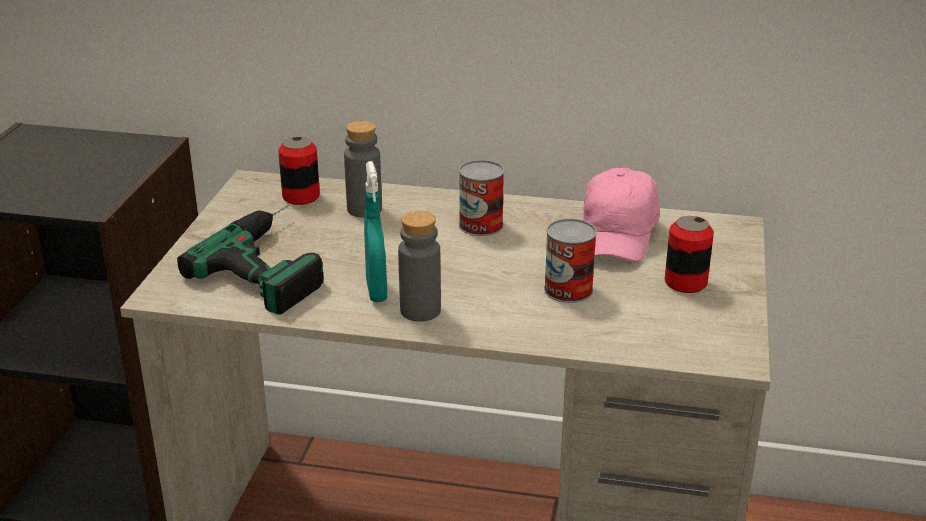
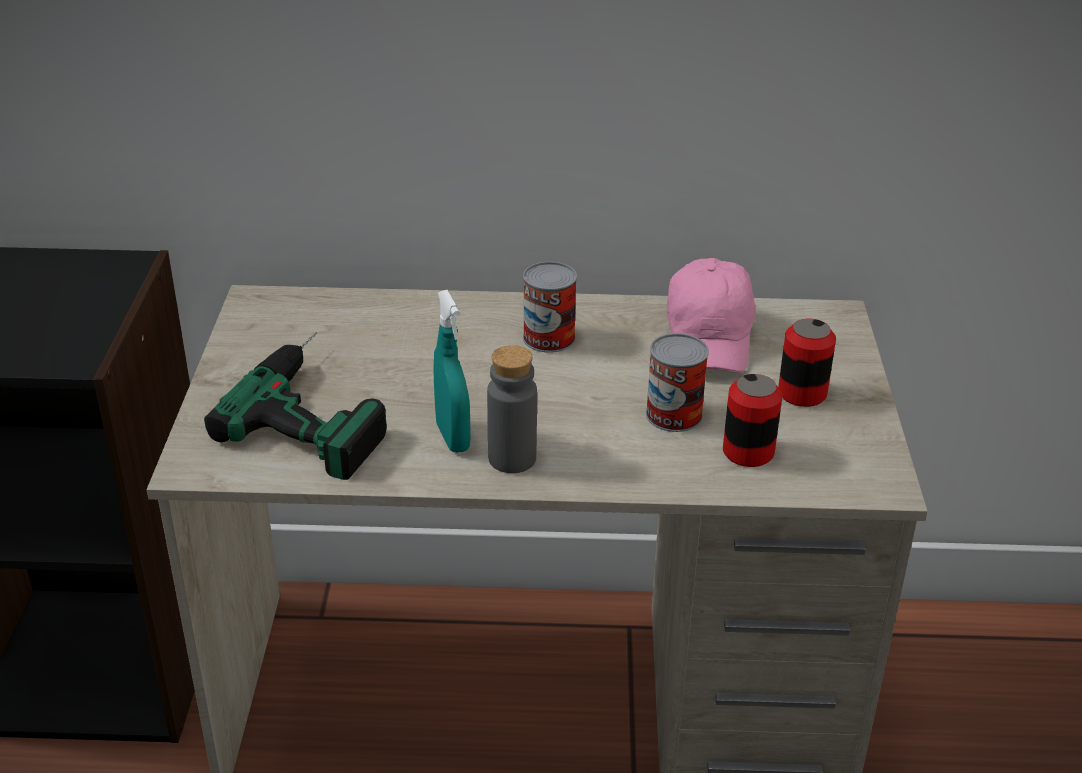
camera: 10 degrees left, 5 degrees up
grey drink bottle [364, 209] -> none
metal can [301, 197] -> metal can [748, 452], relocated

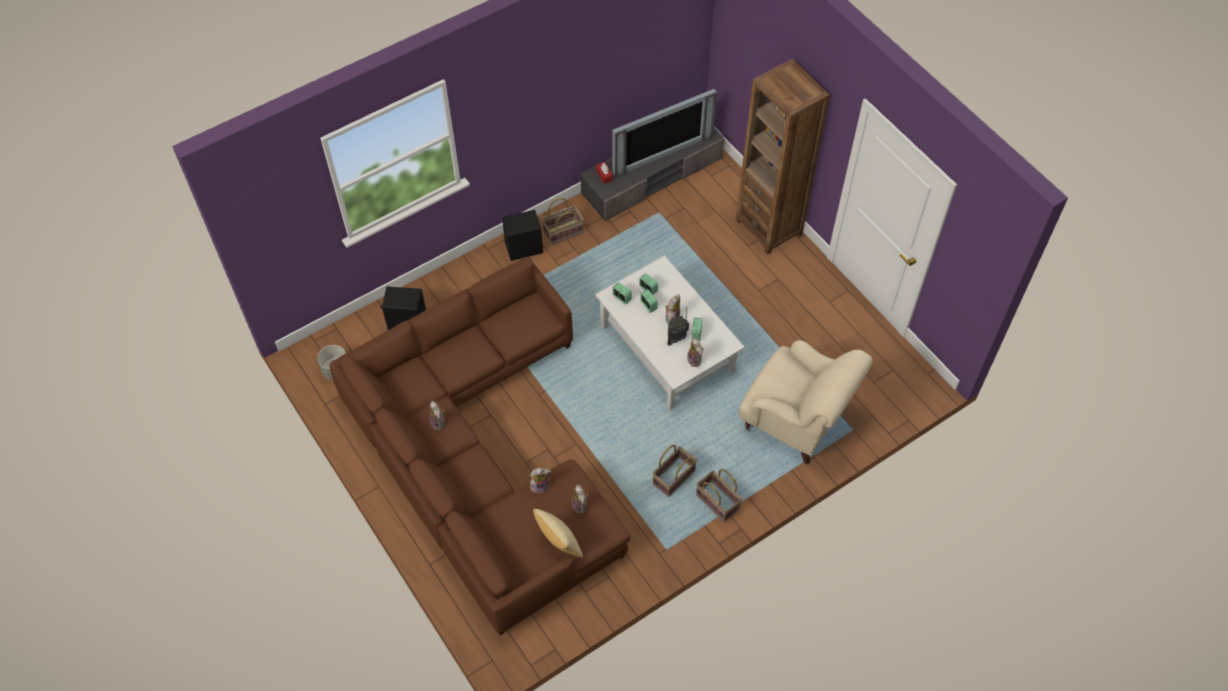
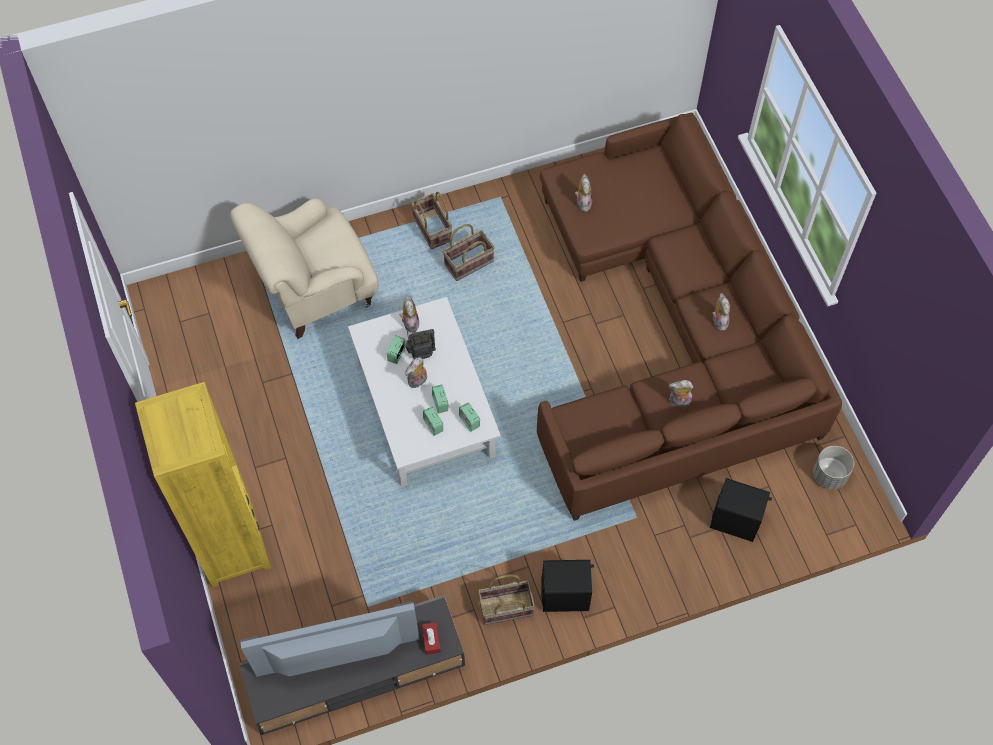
camera: 165 degrees left, 5 degrees up
cushion [558, 543] -> none
plush toy [540, 485] -> plush toy [679, 402], relocated
brownish bookcase [769, 227] -> yellow bookcase [232, 545]
beige easy chair [796, 421] -> beige easy chair [314, 291], 75 degrees counterclockwise

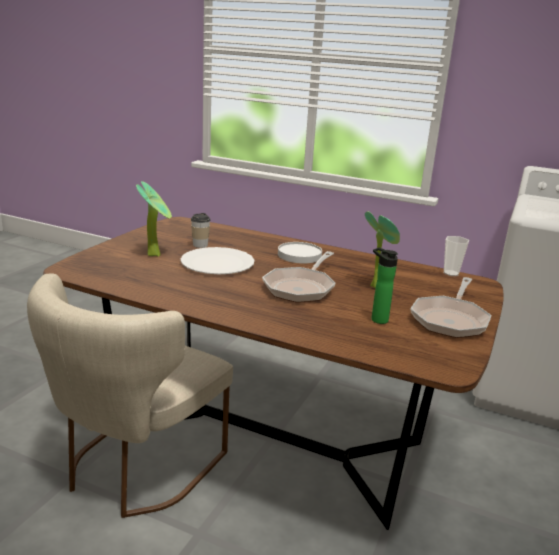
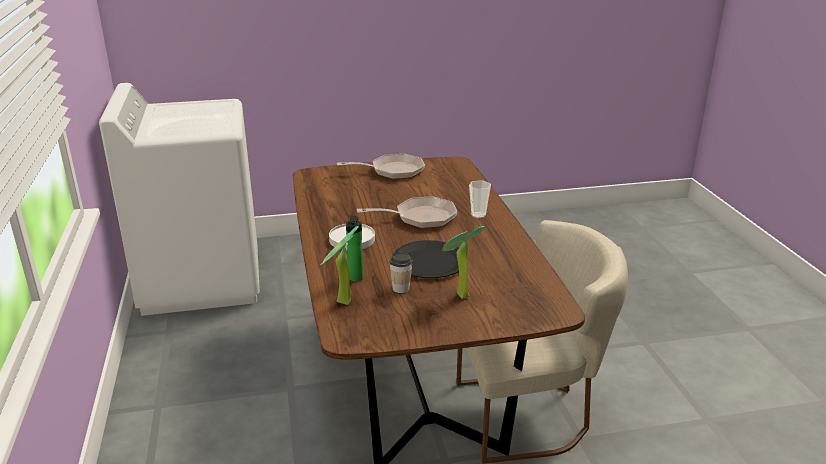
camera: 125 degrees left, 5 degrees up
potted plant [376, 285] -> potted plant [341, 303], relocated
drink bottle [377, 319] -> drink bottle [355, 279], relocated
drinking cup [451, 273] -> drinking cup [478, 215], relocated
white plate [217, 263] -> blackish plate [429, 261]

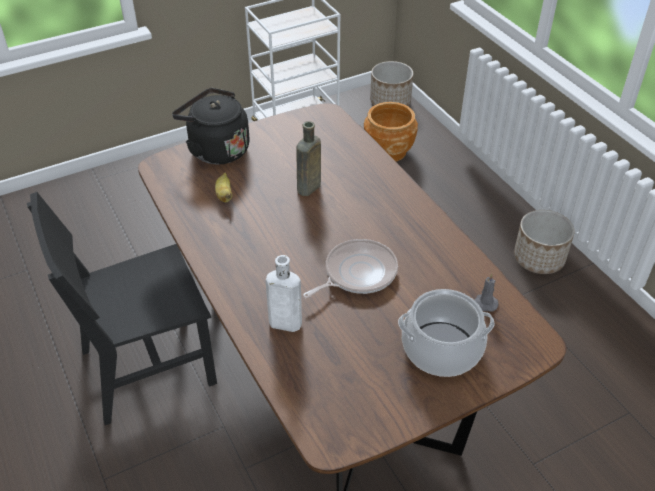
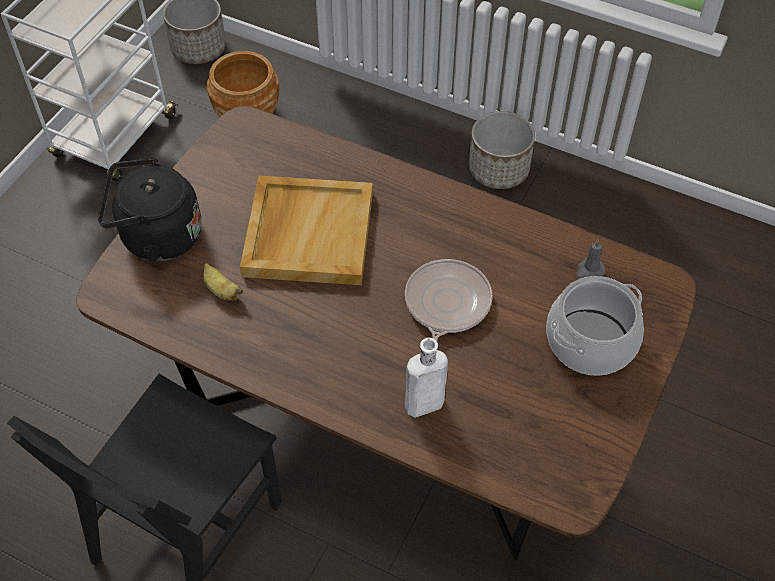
camera: 35 degrees left, 10 degrees up
brownish drink bottle [307, 189] -> beige serving tray [308, 233]

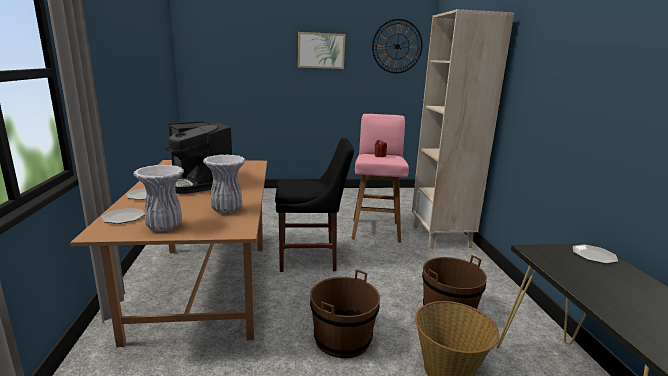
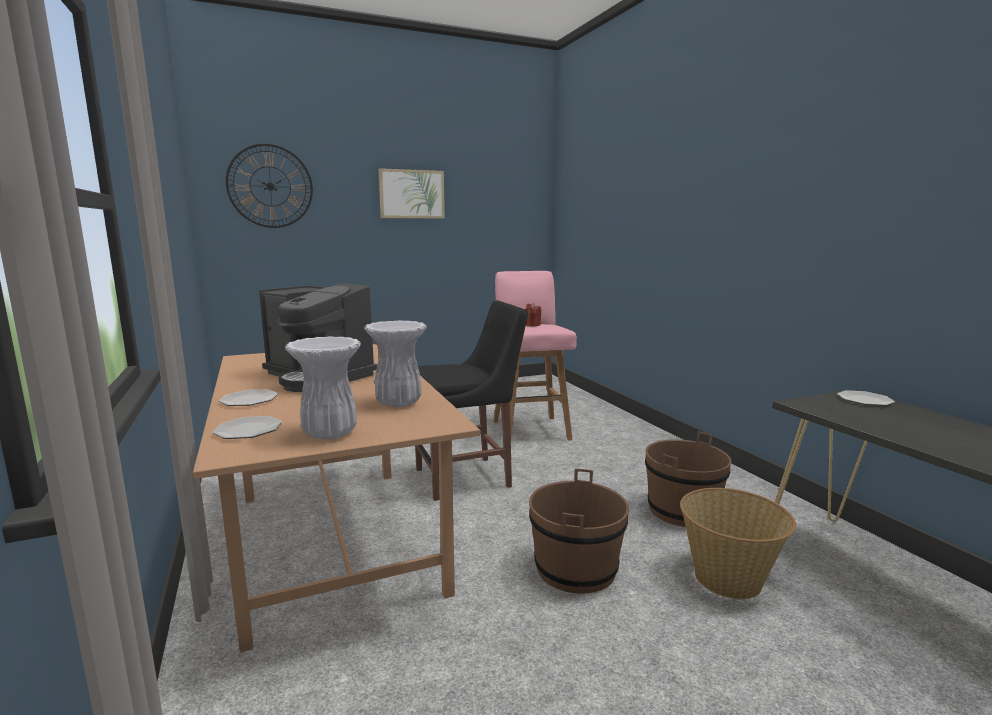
camera: 15 degrees left, 5 degrees down
beige bookcase [441, 237] -> none
wall clock [397, 46] -> wall clock [270, 186], relocated

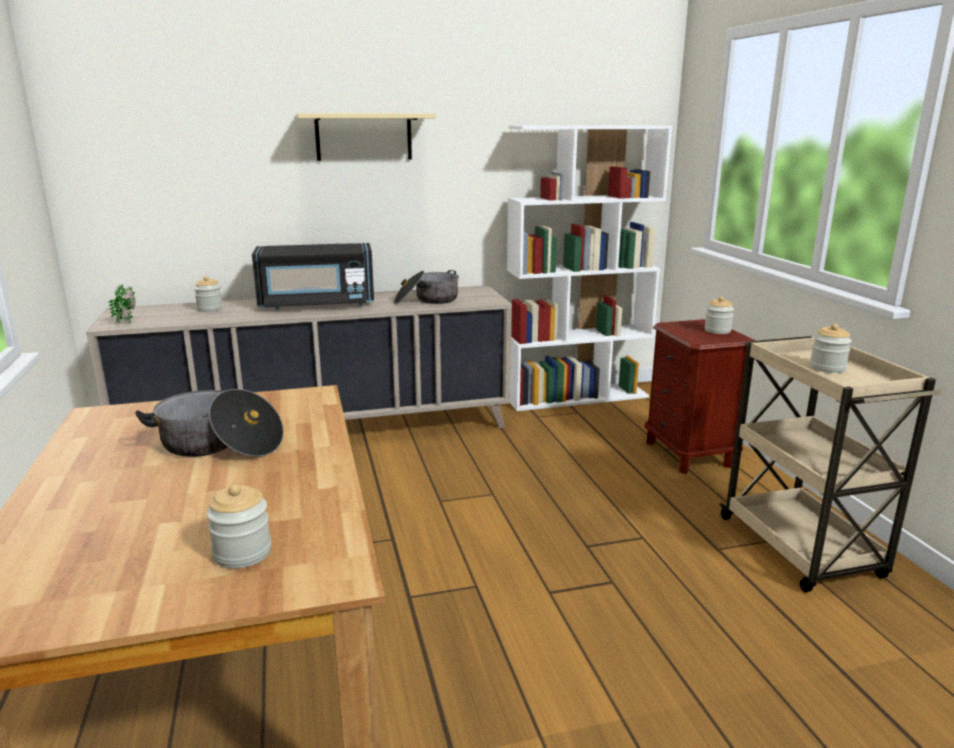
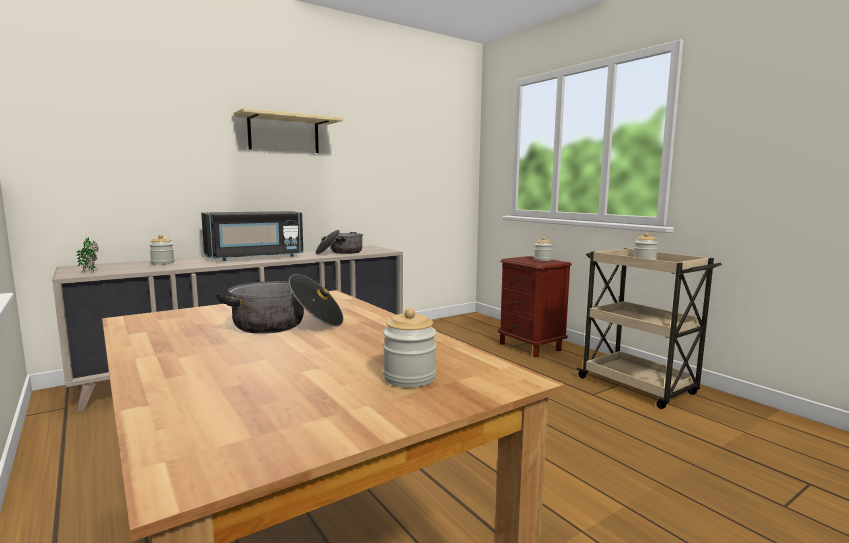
camera: 20 degrees left, 10 degrees down
white bookcase [577, 396] -> none

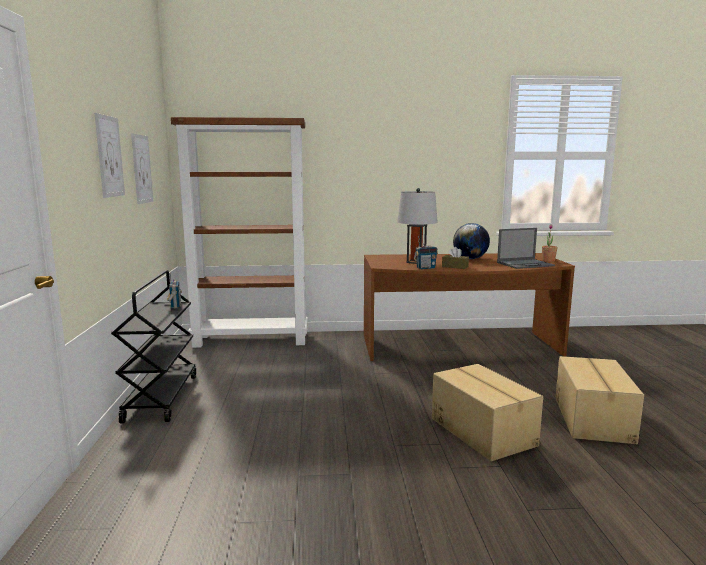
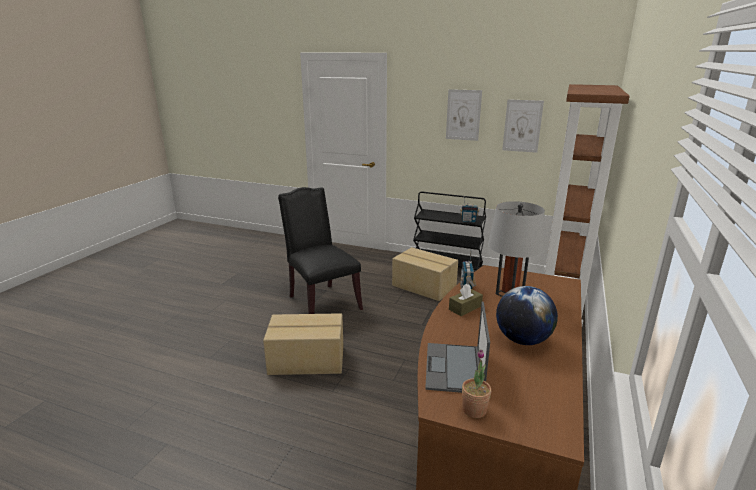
camera: 115 degrees right, 10 degrees up
none -> blackish upright chair [321, 302]
carton [594, 419] -> carton [423, 287], relocated

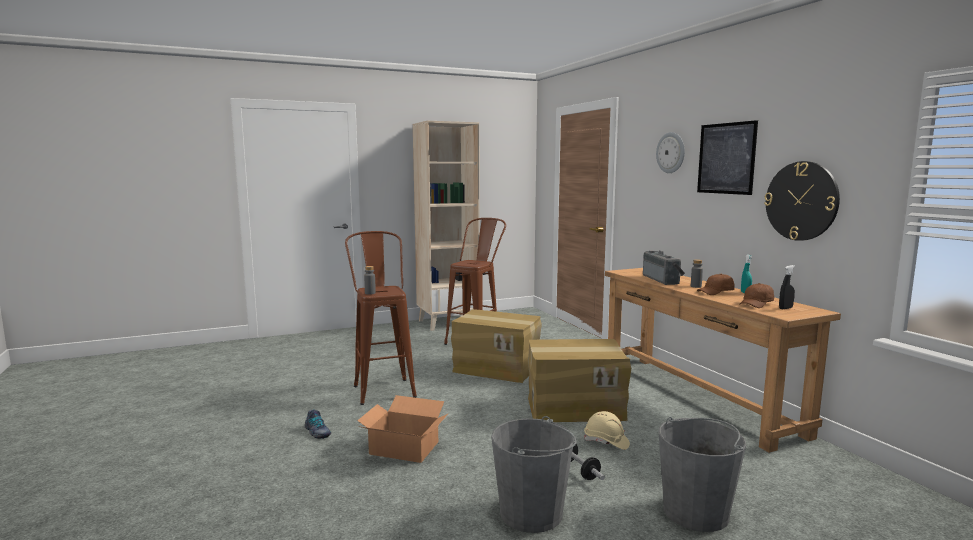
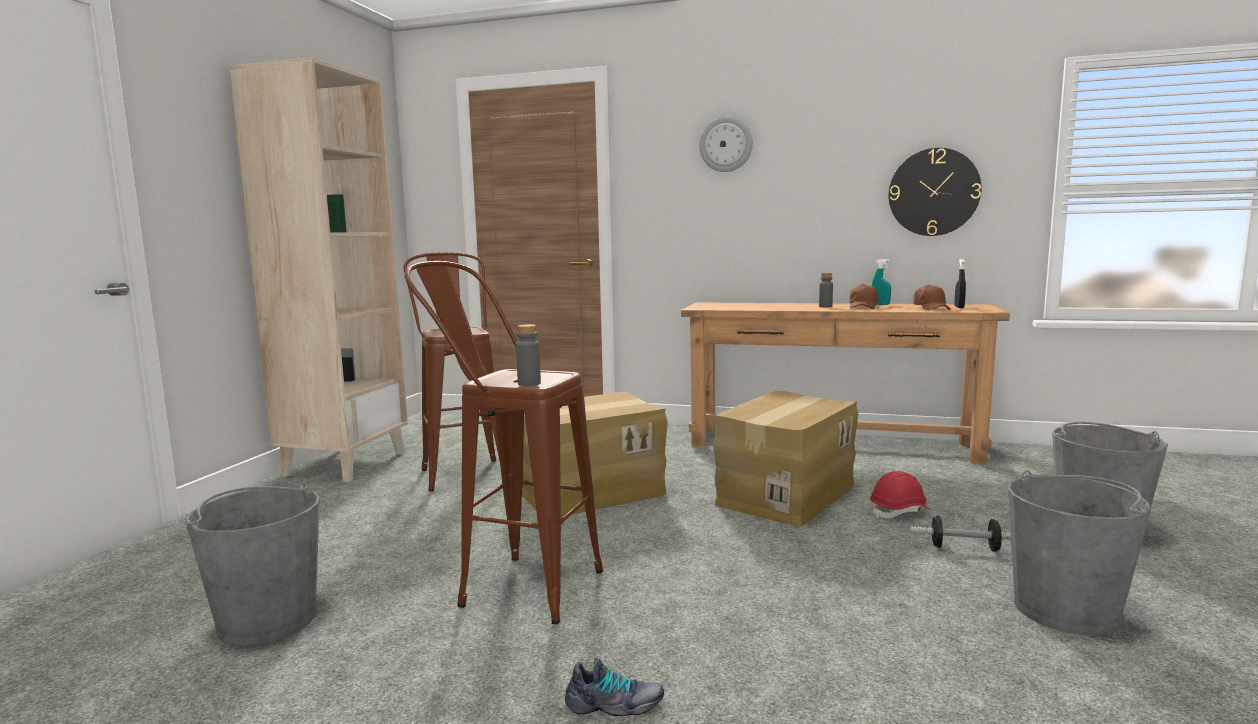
camera: 50 degrees left, 0 degrees up
carton [404, 448] -> none
radio receiver [663, 280] -> none
picture [726, 158] -> none
none -> grey bucket [267, 619]
beige hard hat [606, 442] -> reddish hard hat [900, 512]

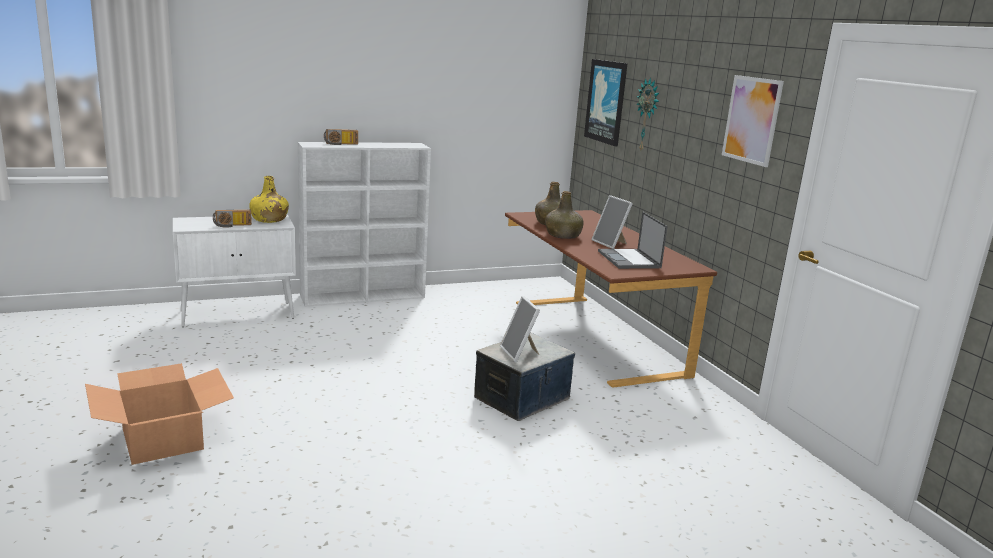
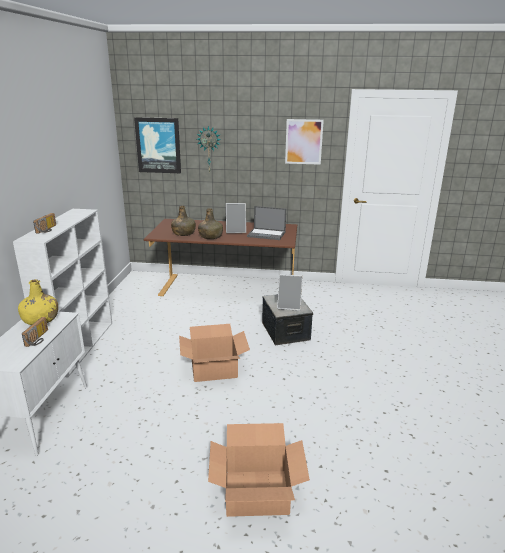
camera: 60 degrees left, 5 degrees up
none -> carton [213, 368]

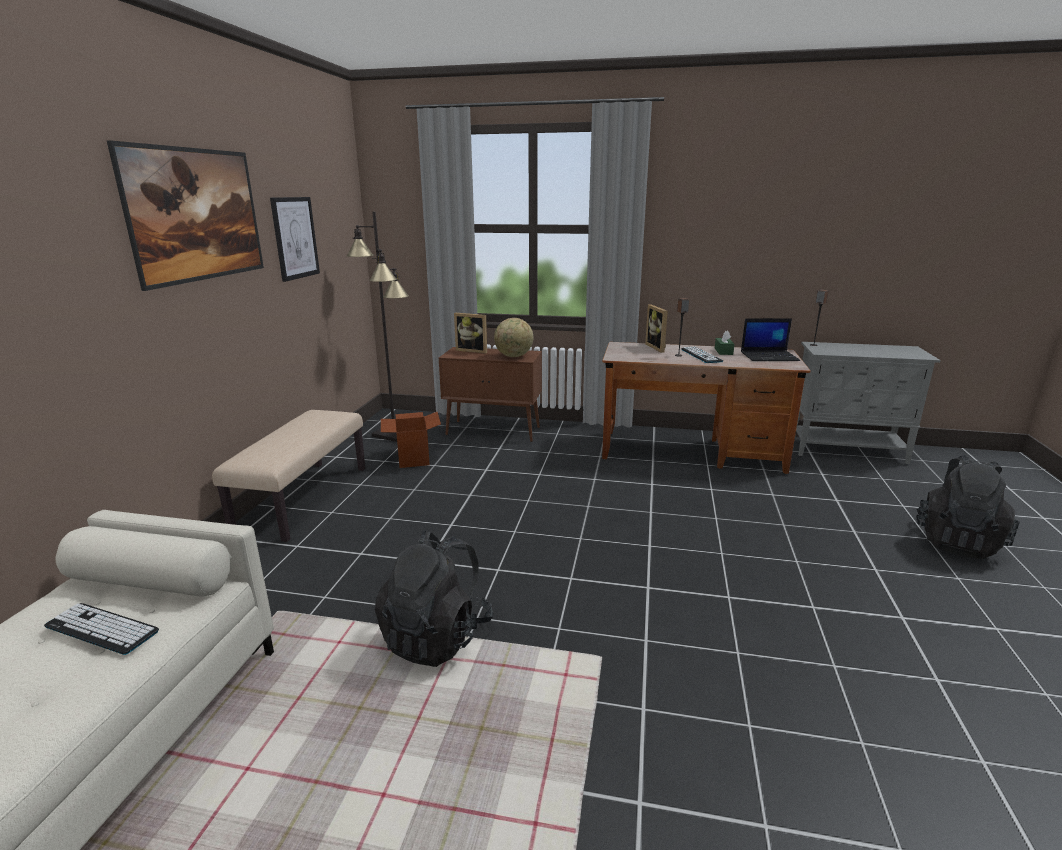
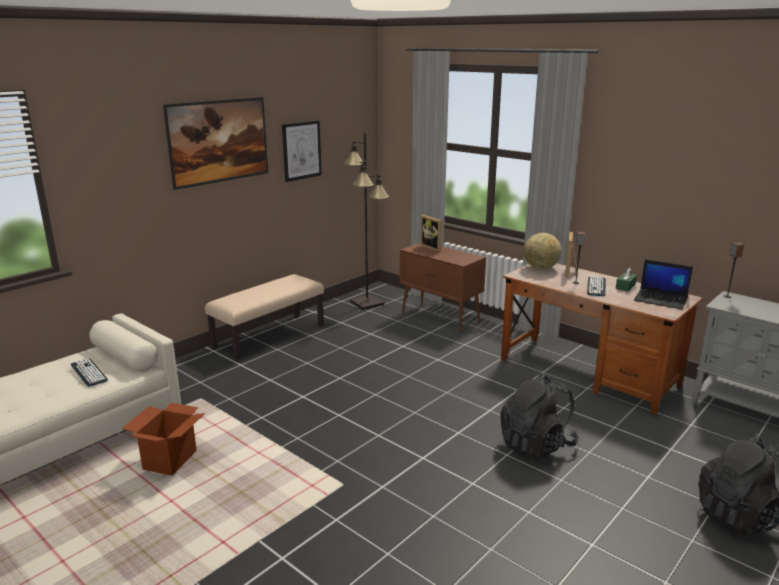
camera: 30 degrees right, 0 degrees up
blackish rucksack [437, 637] -> blackish rucksack [536, 445], relocated
carton [413, 459] -> carton [170, 460], relocated
globe [514, 356] -> globe [540, 268], relocated

